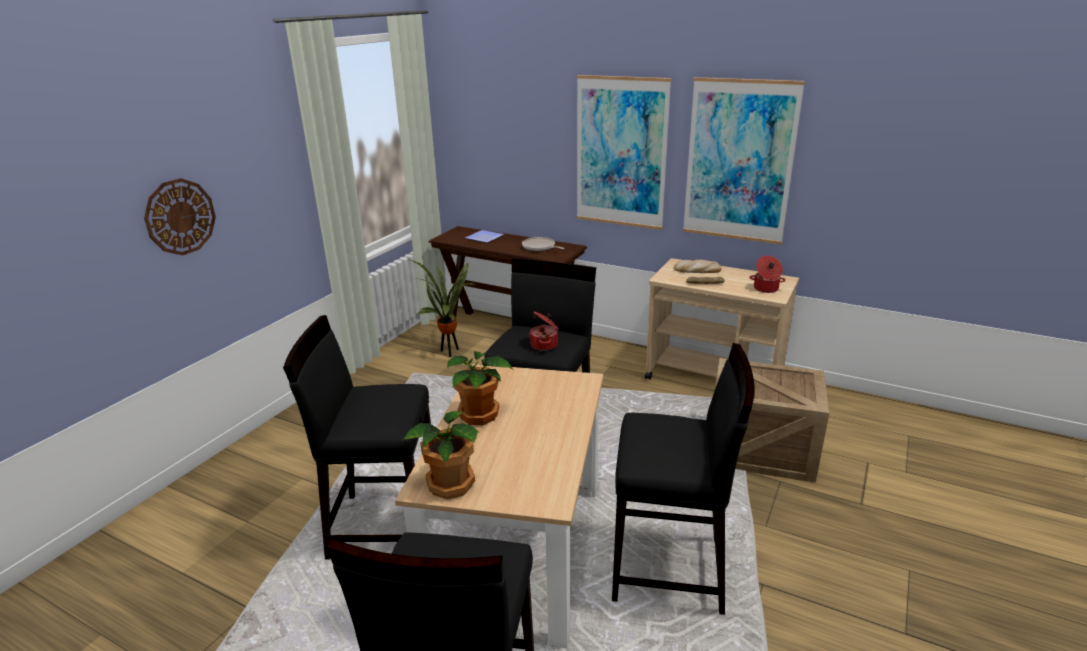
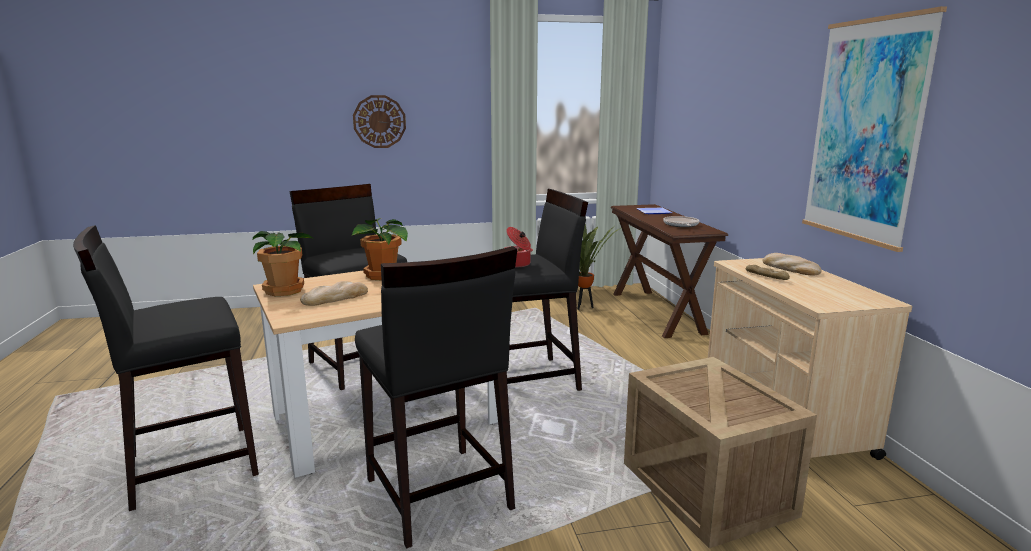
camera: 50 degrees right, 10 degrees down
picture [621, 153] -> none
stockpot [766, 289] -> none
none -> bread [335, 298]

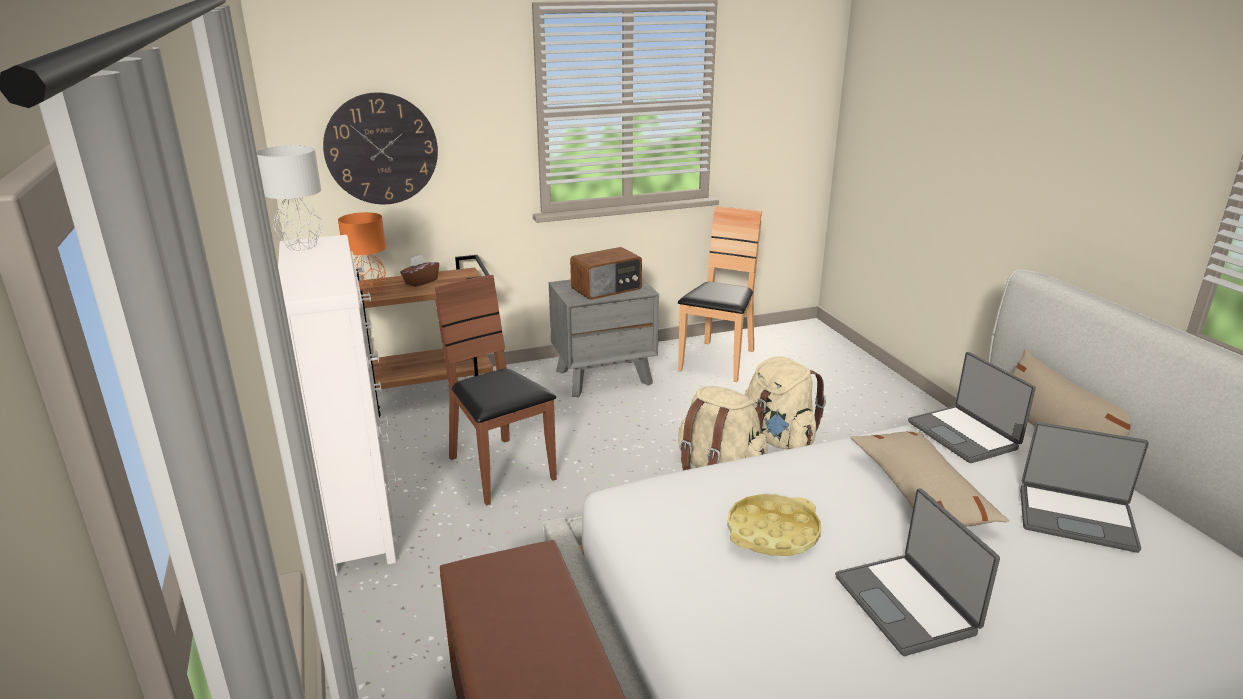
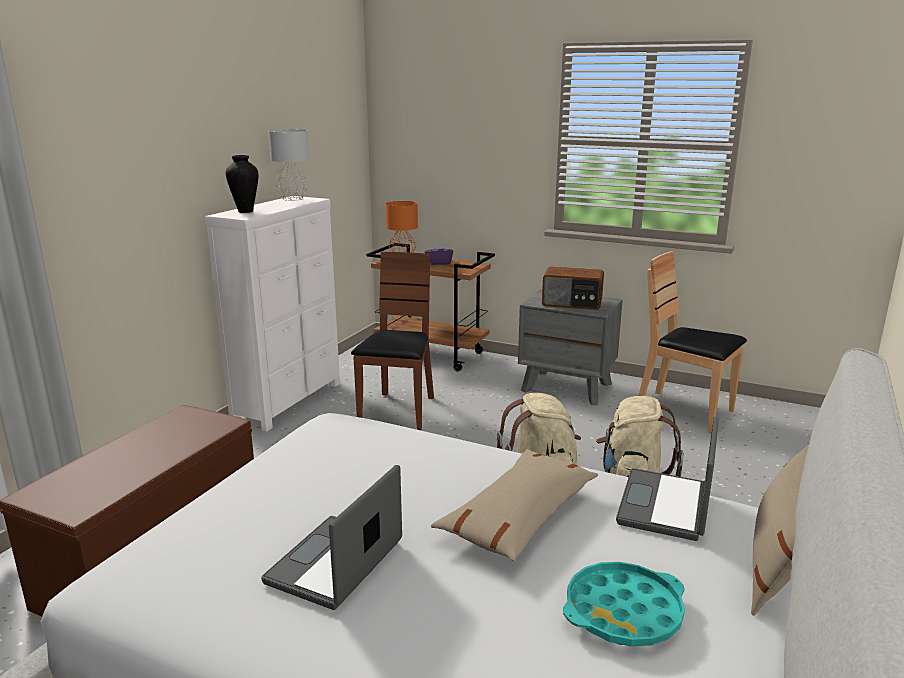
camera: 45 degrees right, 5 degrees down
wall clock [381, 149] -> none
yellow serving tray [772, 532] -> none
none -> vase [245, 211]
laptop [1076, 517] -> blue-green serving tray [623, 612]
brownish box of tissues [421, 282] -> purple box of tissues [438, 263]
brownish upright chair [718, 361] -> brownish upright chair [685, 411], 120 degrees counterclockwise

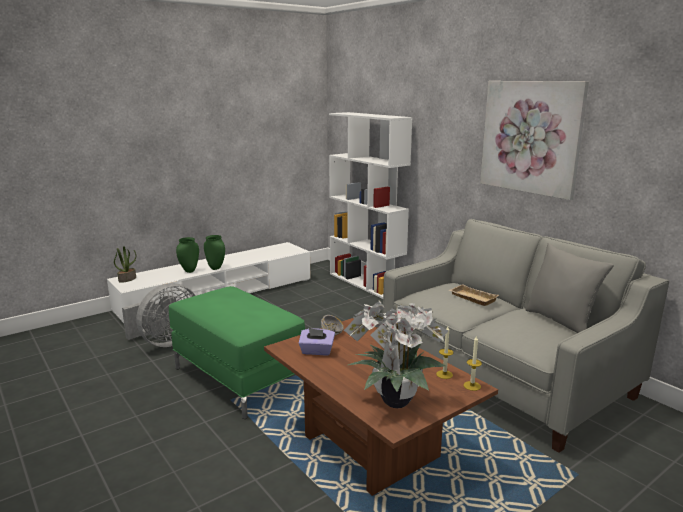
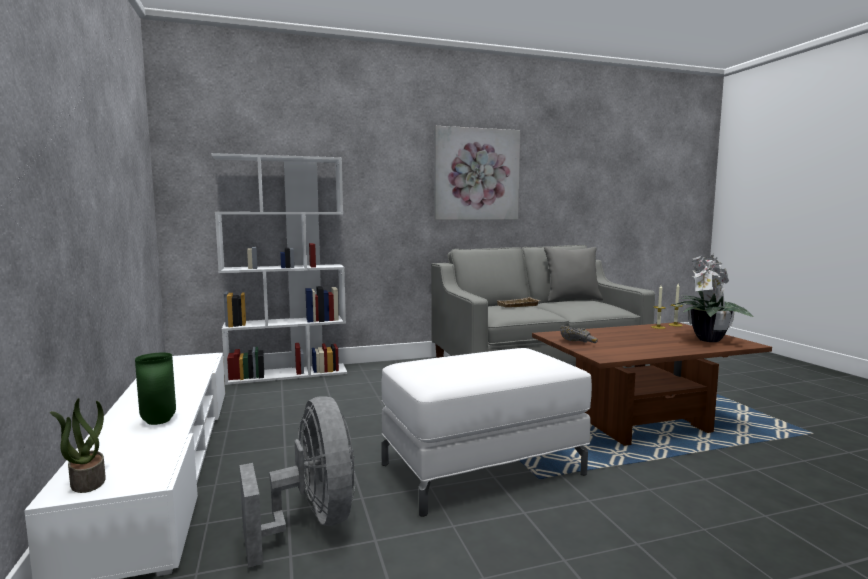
camera: 70 degrees left, 10 degrees down
greenish vase [215, 268] -> none
purple box of tissues [316, 351] -> none
greenish ottoman [238, 377] -> white ottoman [482, 469]

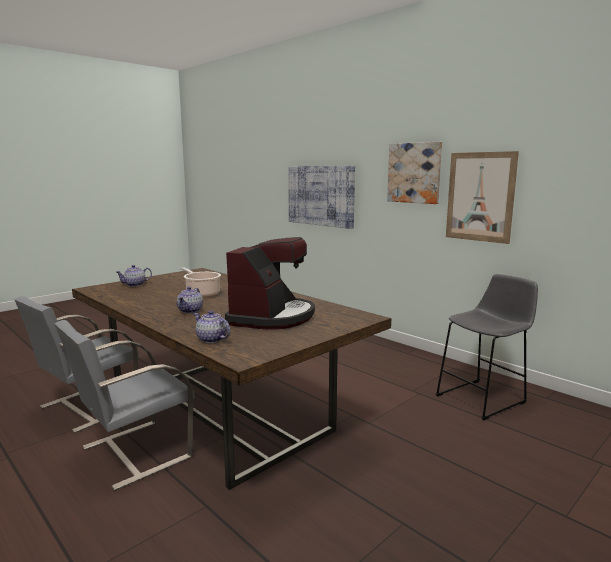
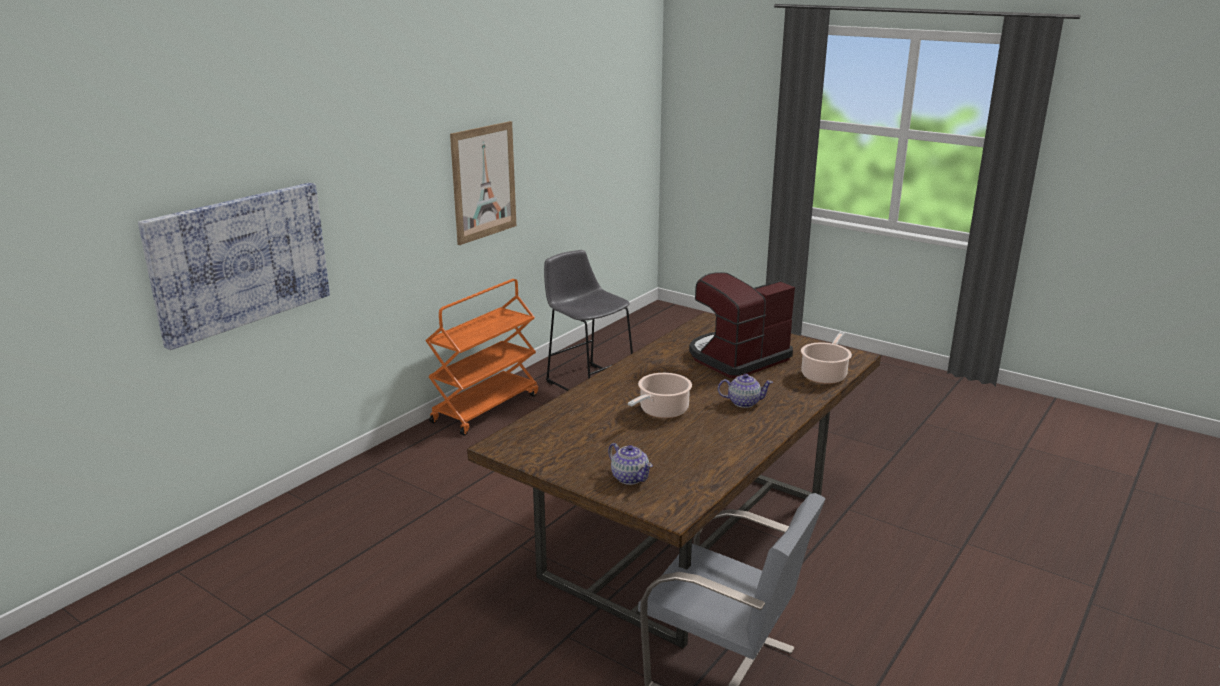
camera: 100 degrees left, 10 degrees up
grey upright chair [134, 453] -> none
picture [414, 173] -> none
none -> orange-coloured cart [485, 408]
tea pot [212, 339] -> stockpot [824, 375]
coffee brewer [272, 317] -> coffee brewer [737, 358], 45 degrees counterclockwise

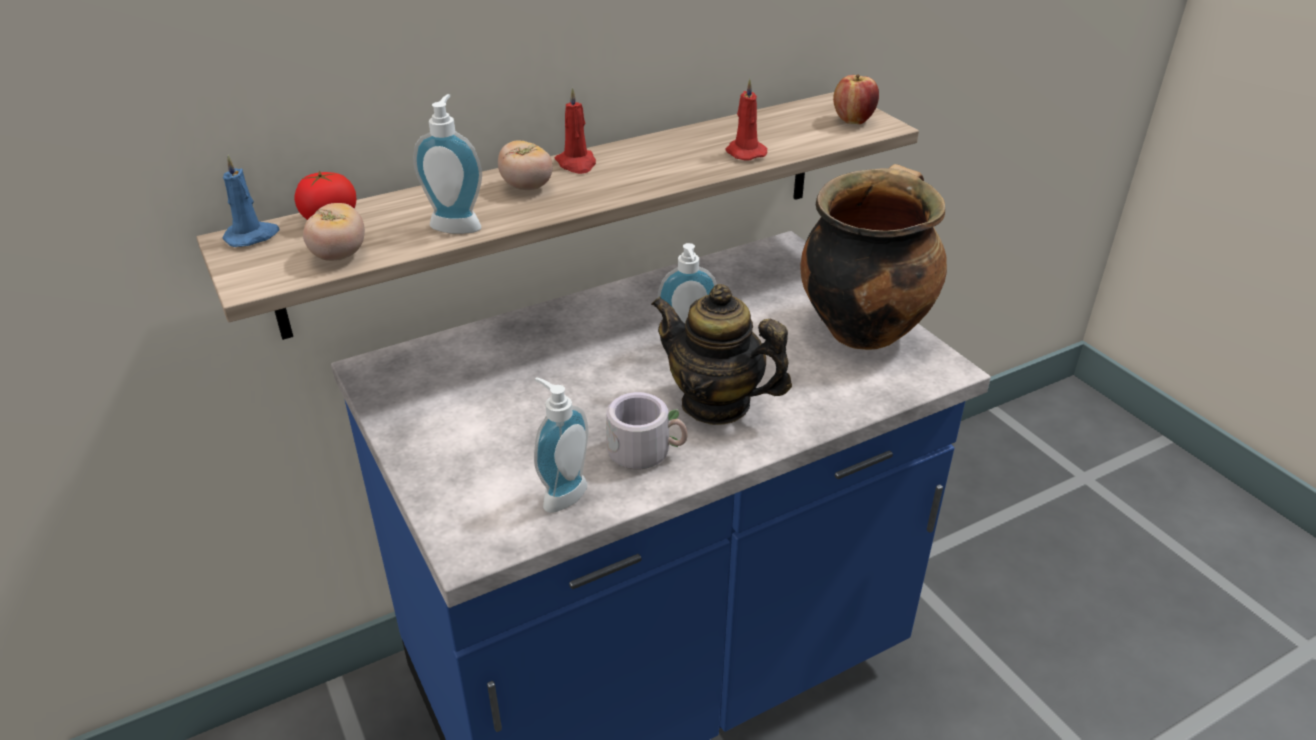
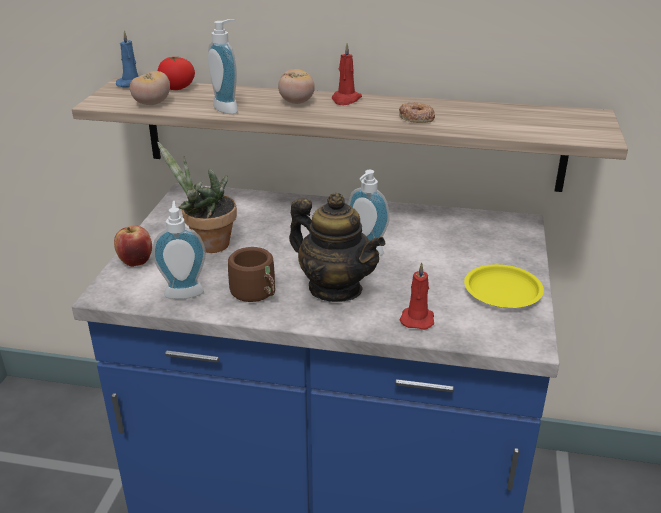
camera: 40 degrees right, 5 degrees down
none -> potted plant [207, 244]
none -> donut [416, 117]
reddish wax candle [744, 152] -> reddish wax candle [417, 319], relocated
apple [853, 120] -> apple [136, 262], relocated
stockpot [863, 328] -> yellow plate [502, 291]
grey coffee mug [646, 450] -> brownish coffee mug [258, 293]
tea pot [716, 403] -> tea pot [335, 288], 150 degrees clockwise

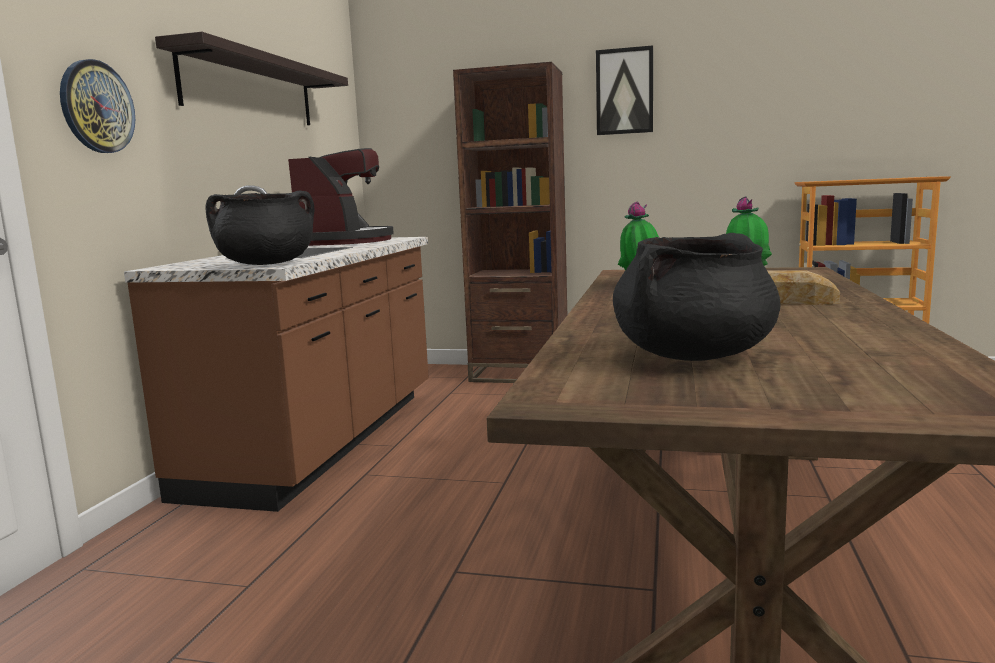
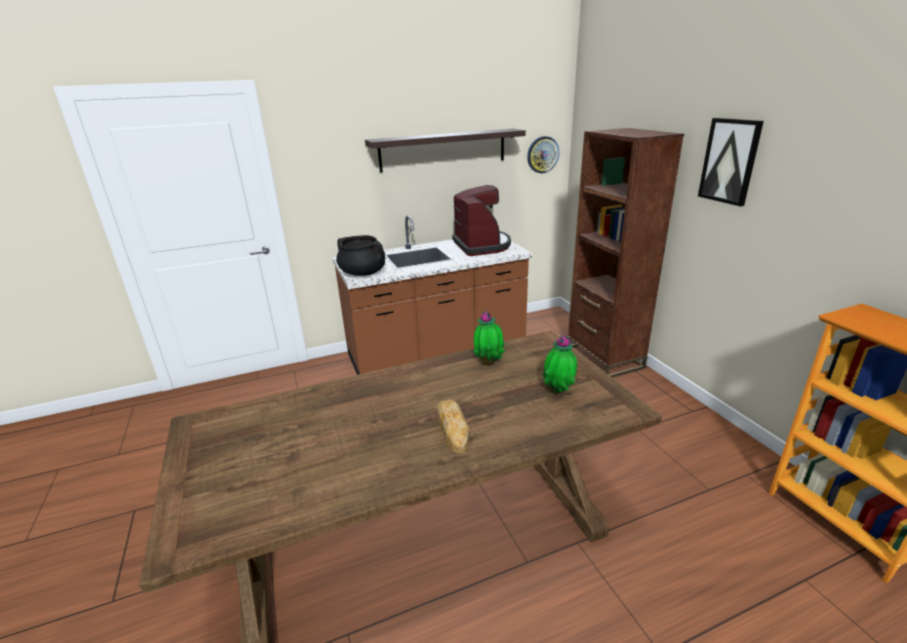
camera: 55 degrees right, 15 degrees up
blackish stockpot [693, 356] -> none
wall clock [96, 107] -> wall clock [542, 154], relocated
coffee brewer [345, 241] -> coffee brewer [482, 245], 75 degrees counterclockwise

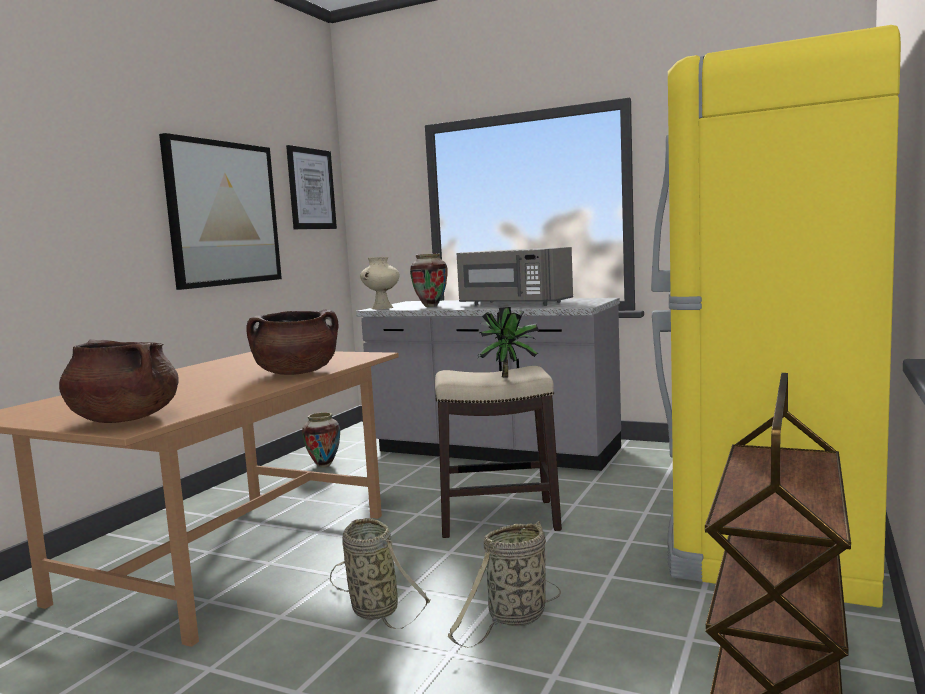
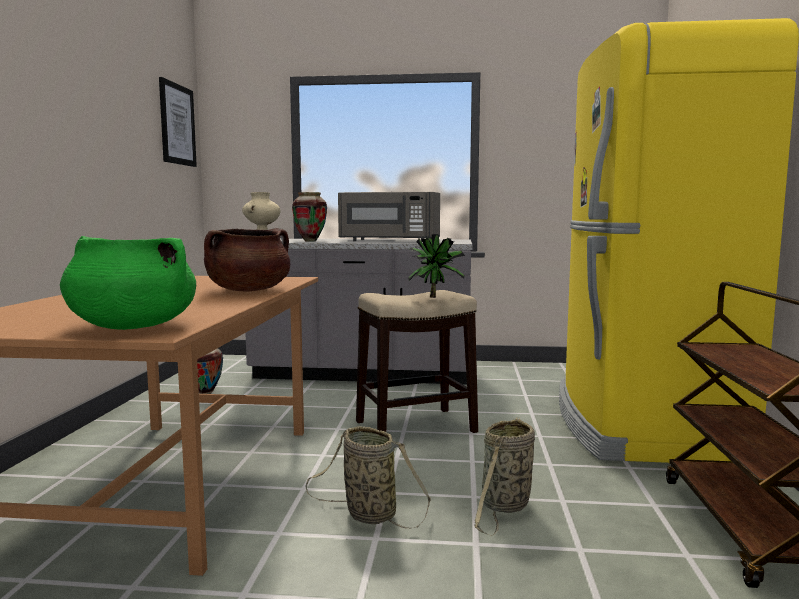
camera: 20 degrees left, 0 degrees up
picture [223, 213] -> none
brownish stockpot [124, 419] -> greenish stockpot [132, 327]

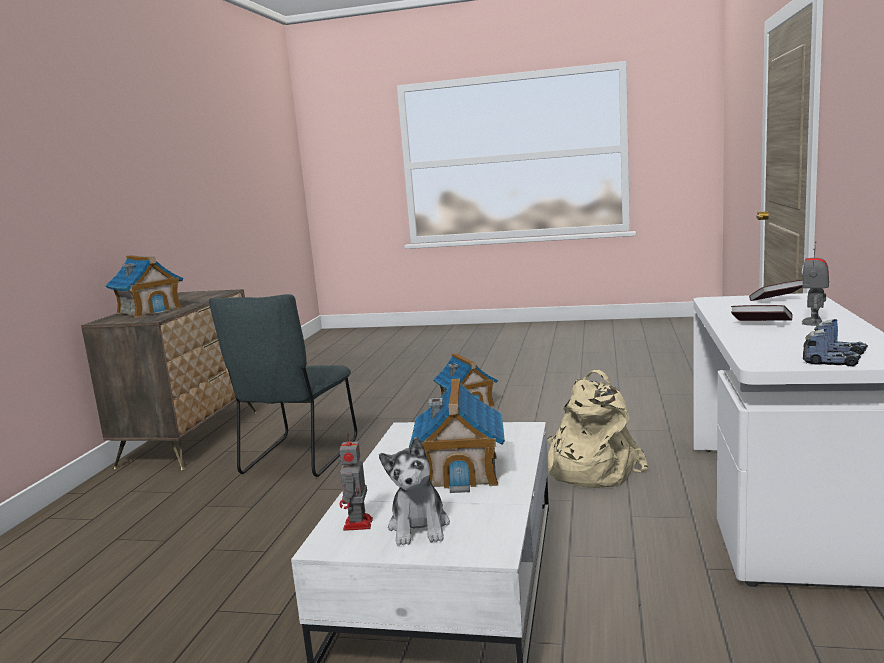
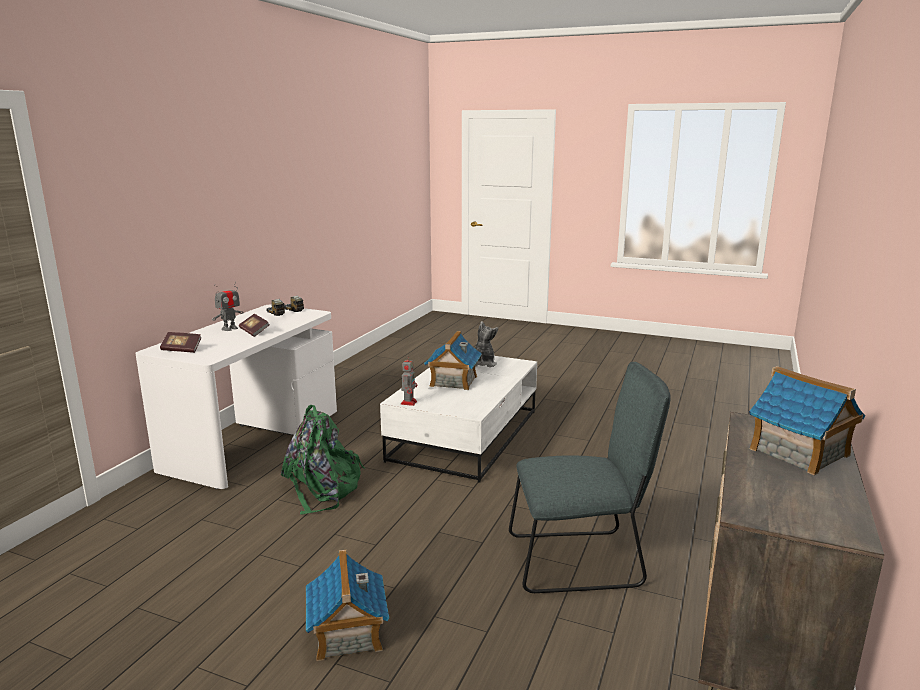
camera: 170 degrees left, 5 degrees up
model robot [358, 525] -> model robot [409, 402], relocated
beige rucksack [589, 470] -> greenish rucksack [323, 488]
grey upright chair [297, 459] -> grey upright chair [580, 561], 60 degrees clockwise

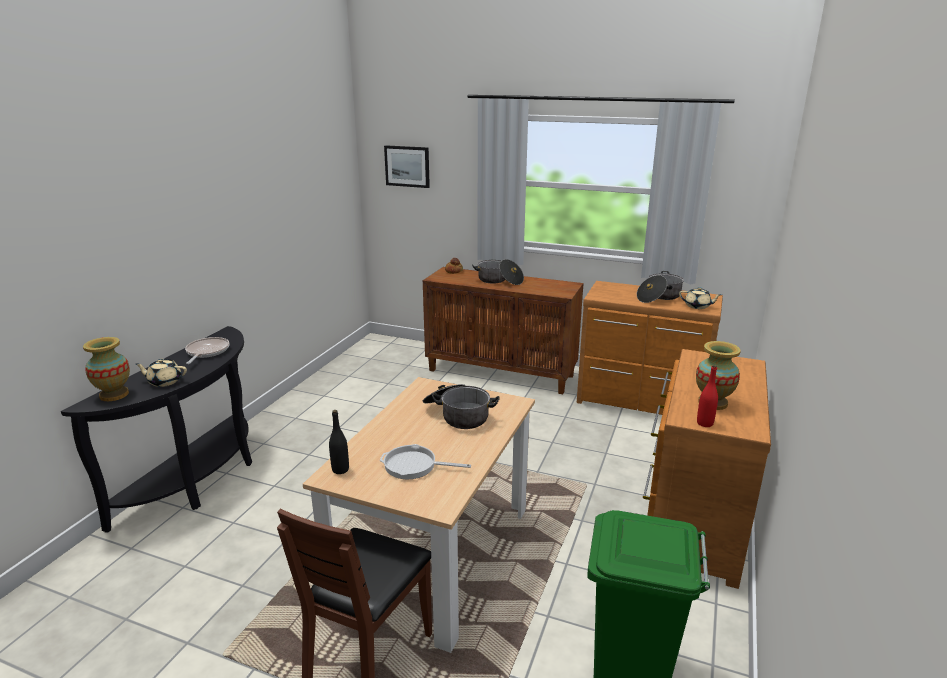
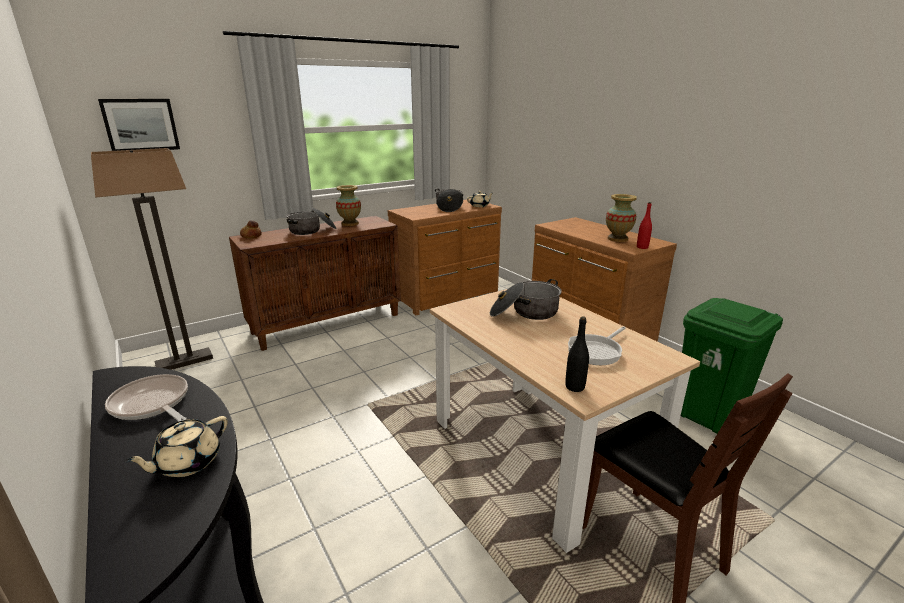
camera: 55 degrees left, 0 degrees up
none -> floor lamp [185, 361]
vase [114, 395] -> vase [350, 224], relocated

